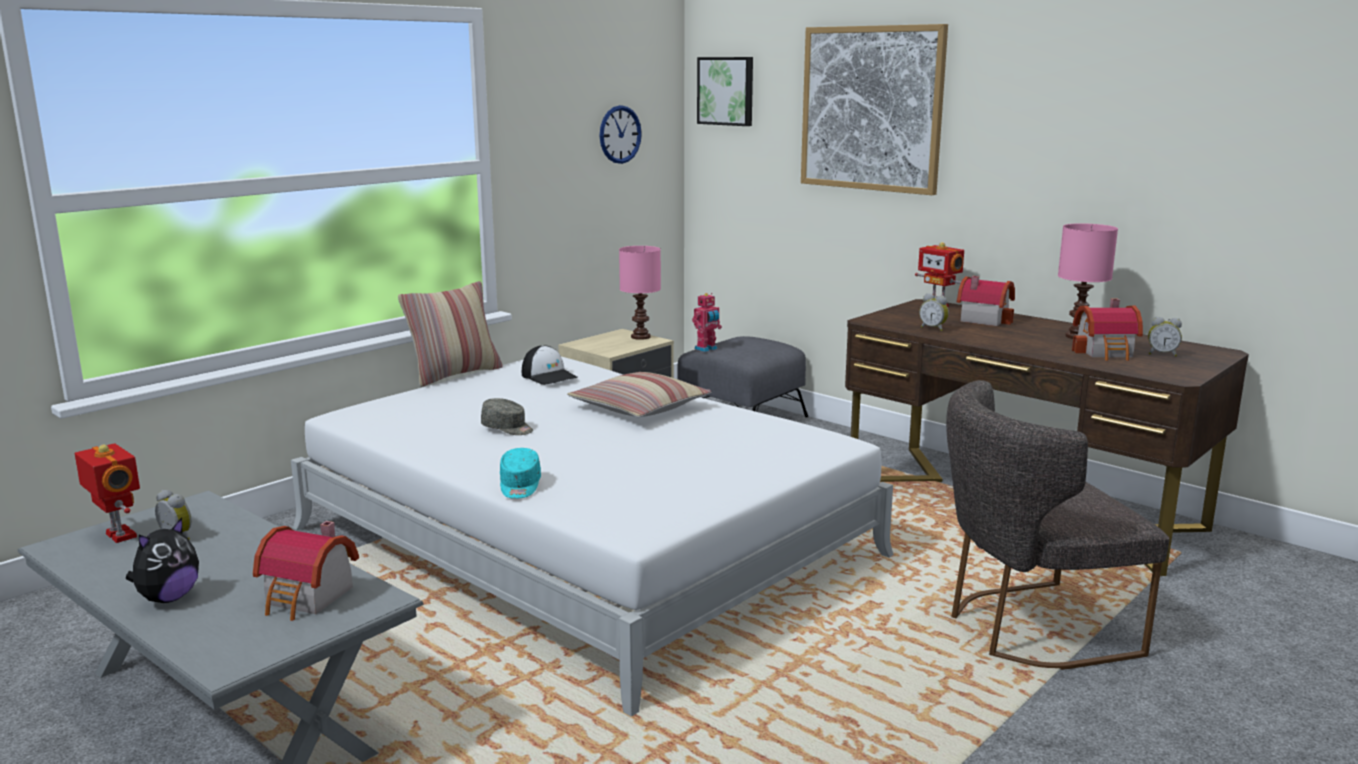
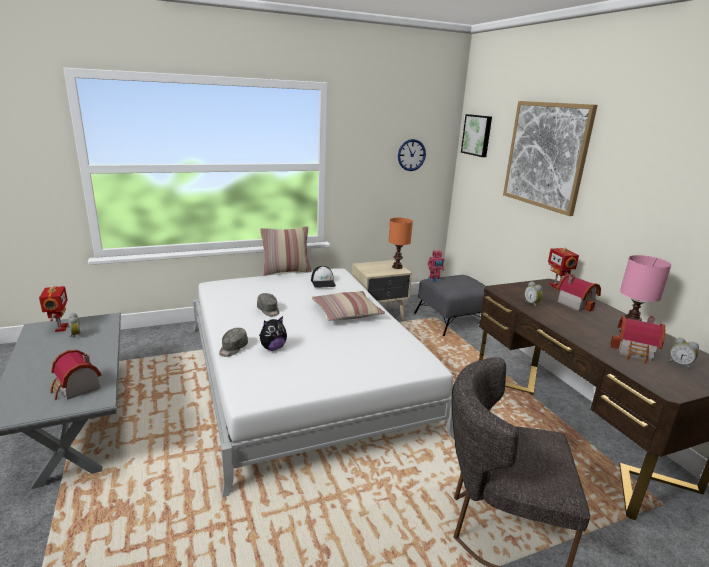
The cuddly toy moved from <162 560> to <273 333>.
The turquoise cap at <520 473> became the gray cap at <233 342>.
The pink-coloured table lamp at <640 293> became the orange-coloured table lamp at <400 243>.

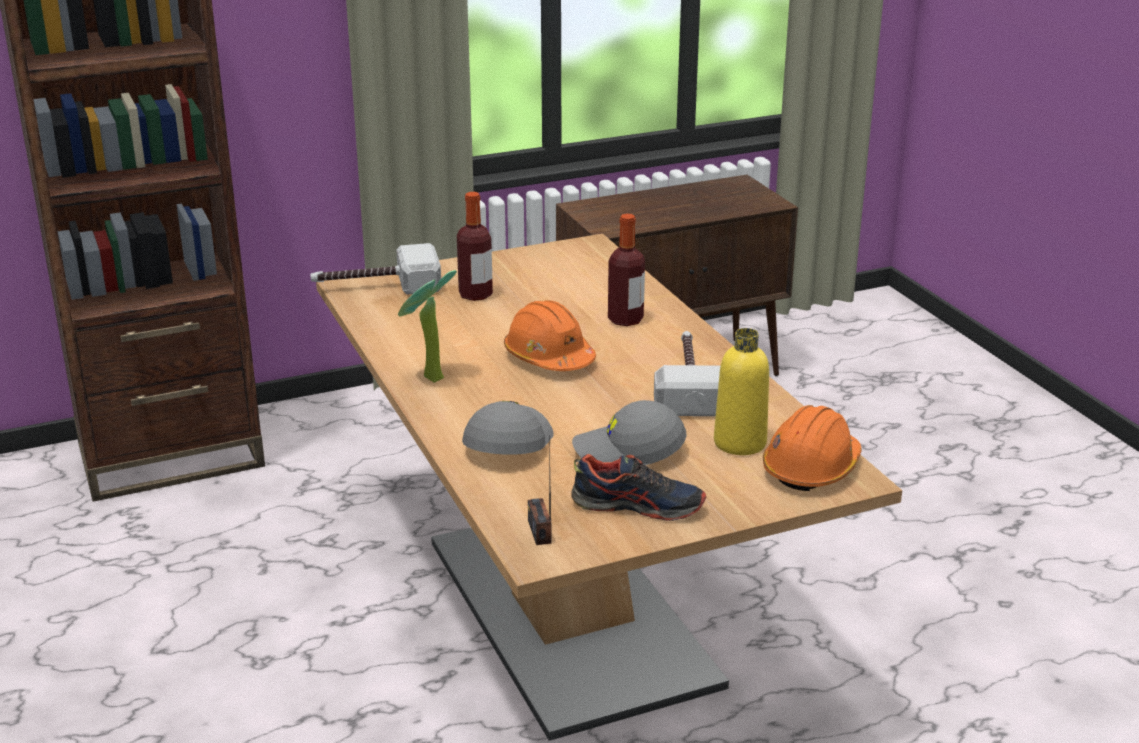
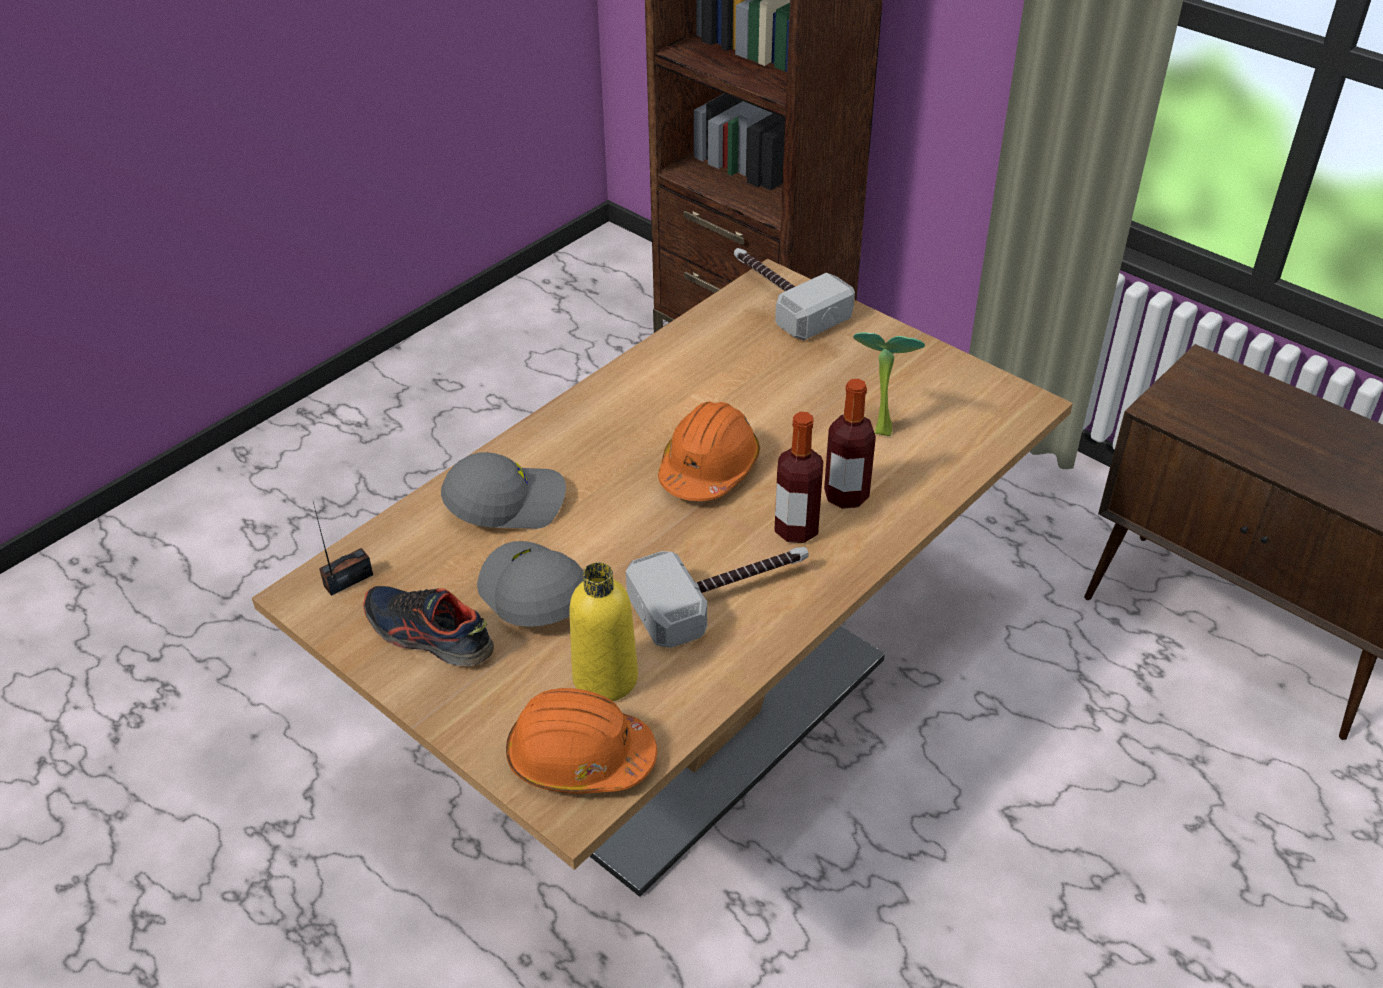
The houseplant moved from <427 326> to <889 384>.
The bottle moved from <475 246> to <798 477>.
The low shoe at <638 487> turned 135 degrees clockwise.

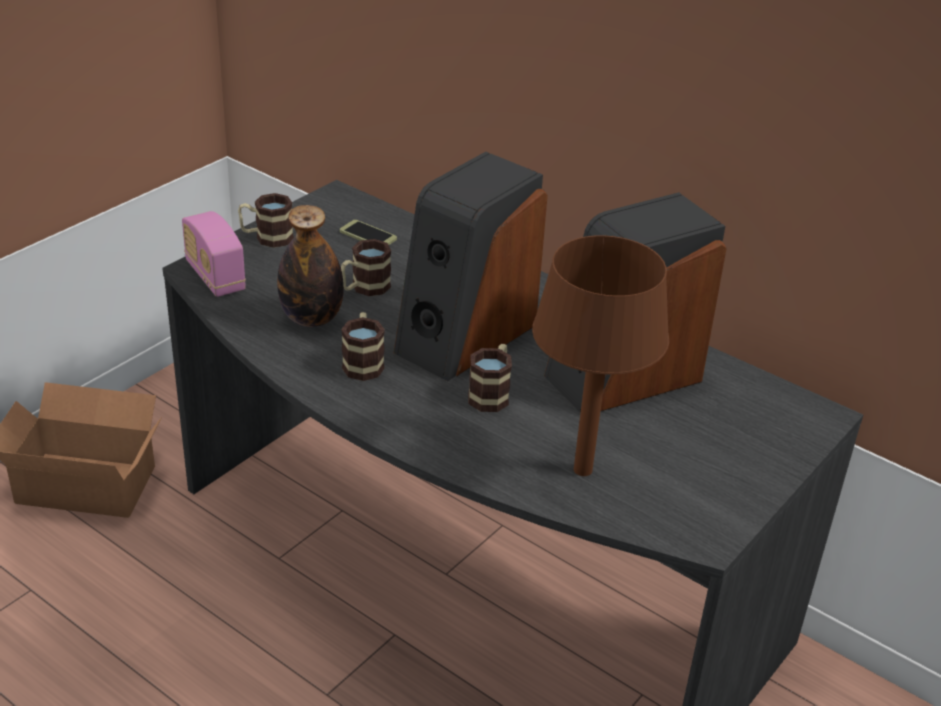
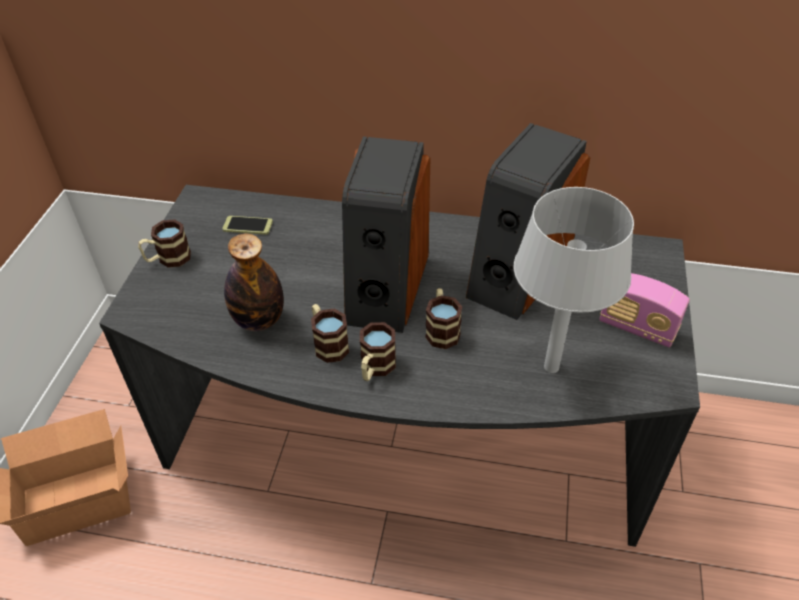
The radio moved from <214 254> to <644 310>.
The mug moved from <366 267> to <378 351>.
The brownish table lamp at <600 355> became the gray table lamp at <574 280>.

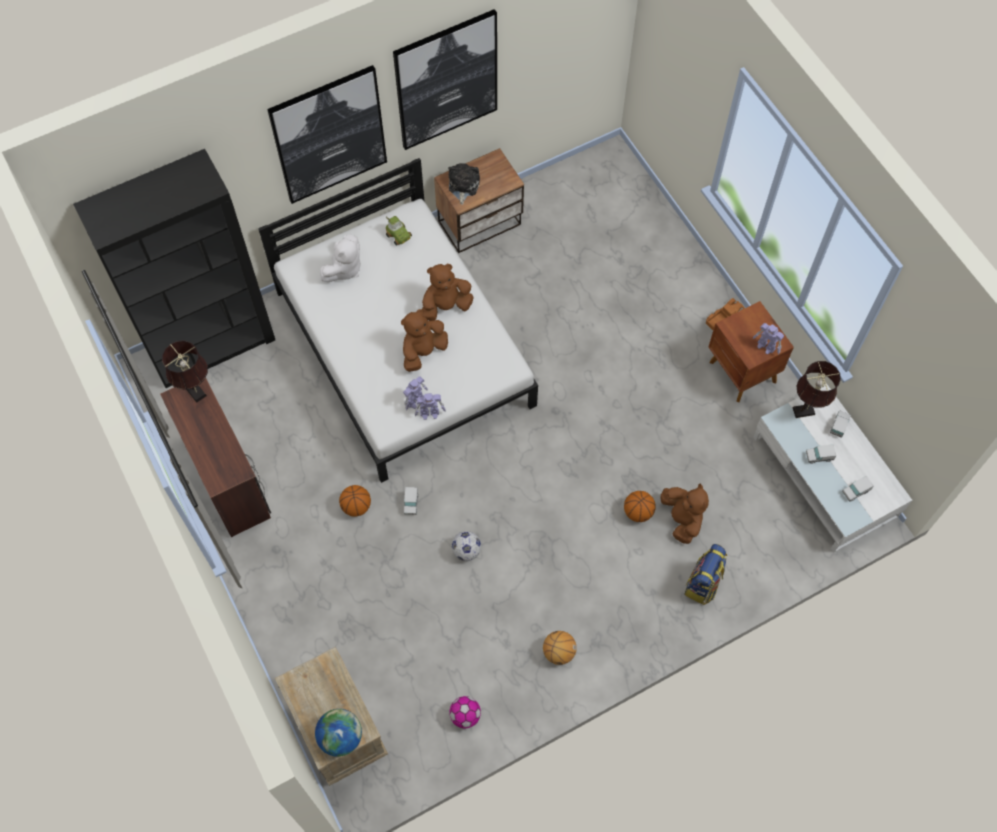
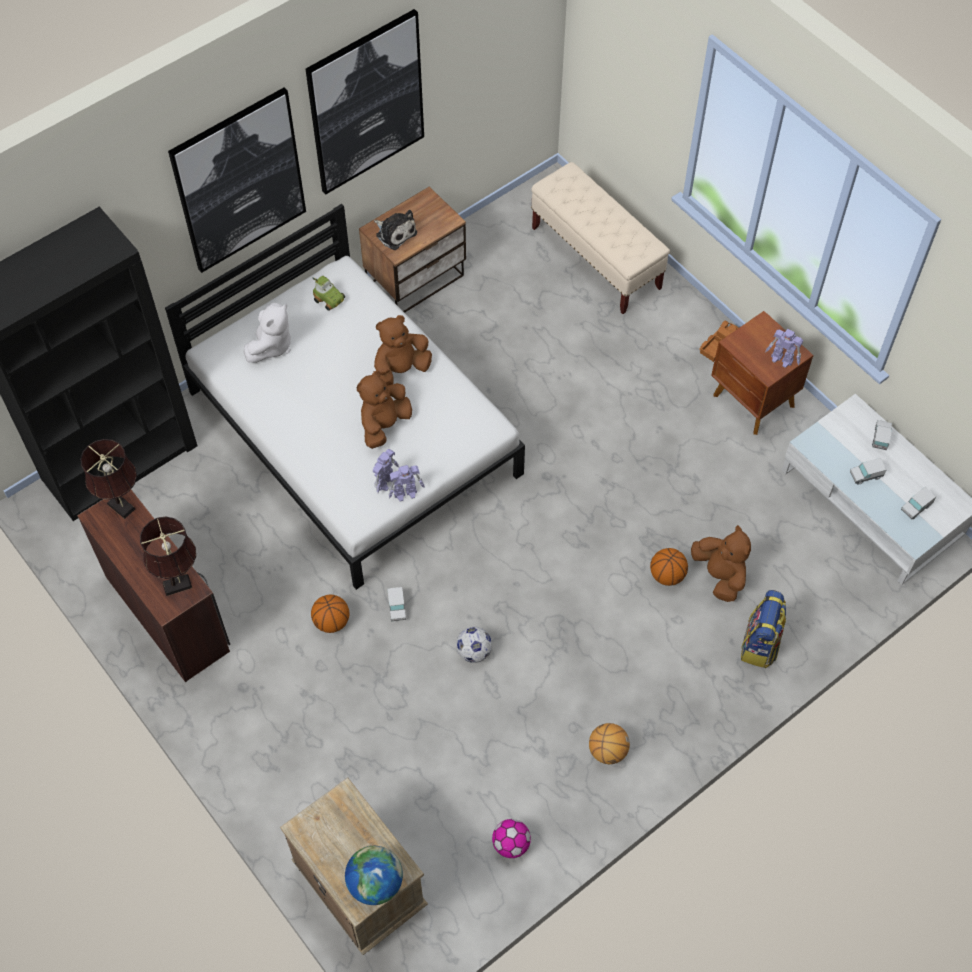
The sand-coloured indoor bench at <600 238> appeared.
The brownish table lamp moved from <817 389> to <168 556>.
The cuddly toy at <464 184> turned 135 degrees clockwise.

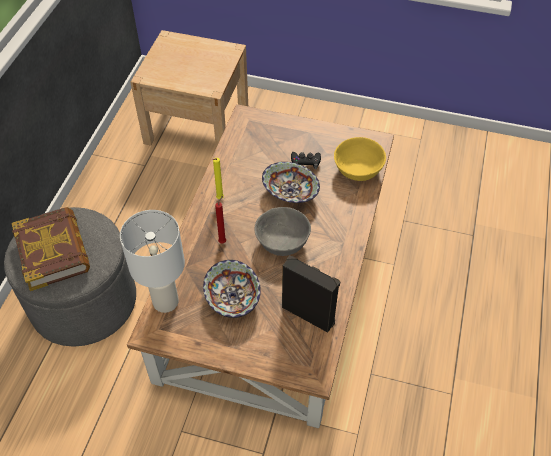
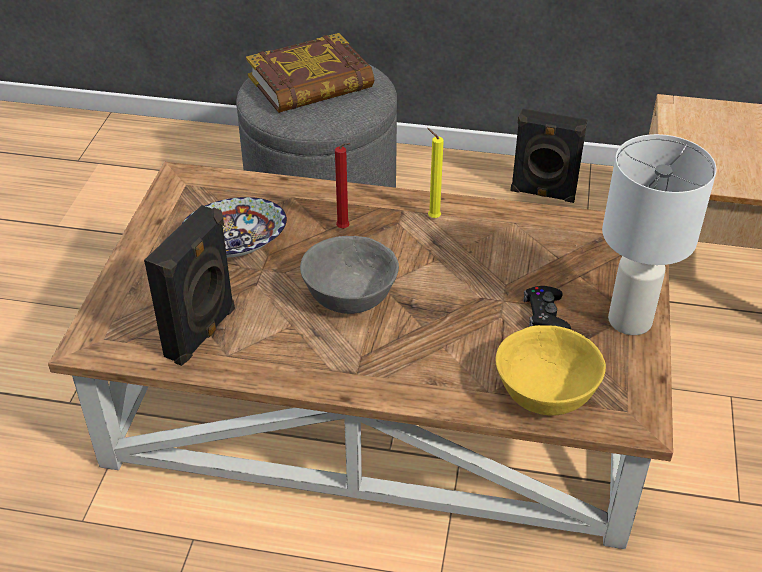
The deep dish at <291 182> disappeared.
The blackish loudspeaker at <549 155> appeared.
The white table lamp moved from <152 261> to <659 234>.

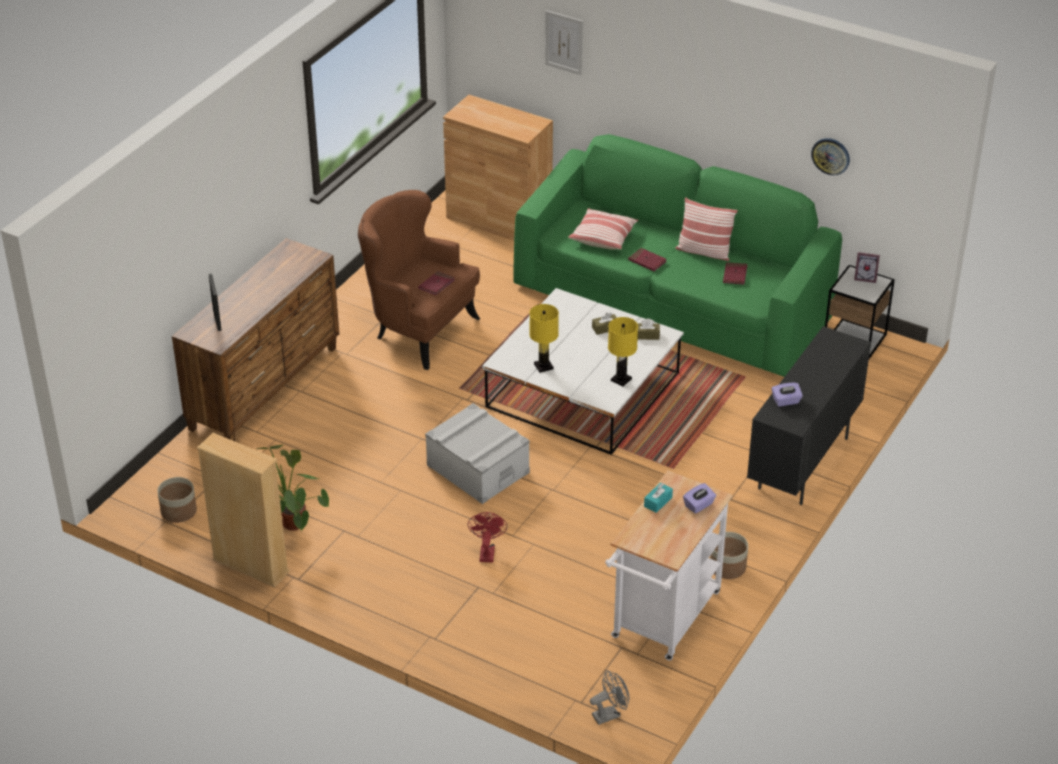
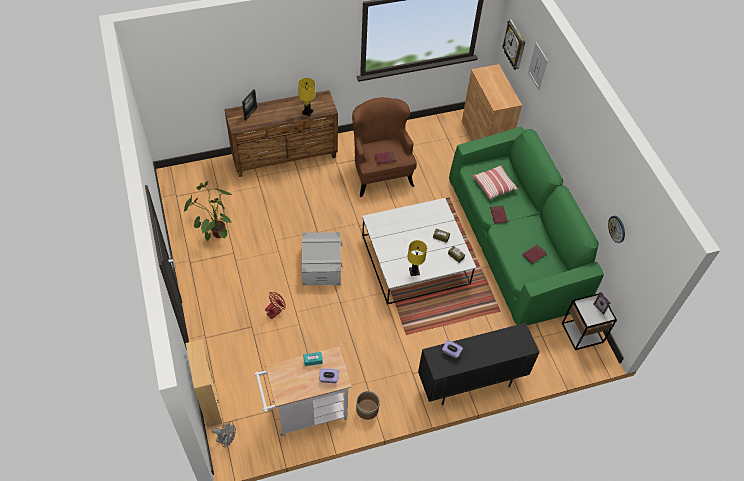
The plant pot at <177 500> disappeared.
The pillow at <706 229> disappeared.
The clock on the wall at <513 44> appeared.
The sand-coloured bookcase moved from <243 510> to <205 384>.
The yellow table lamp moved from <544 338> to <306 97>.

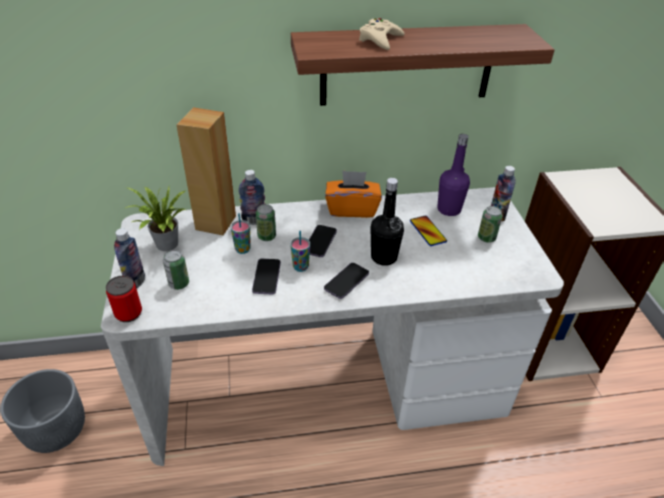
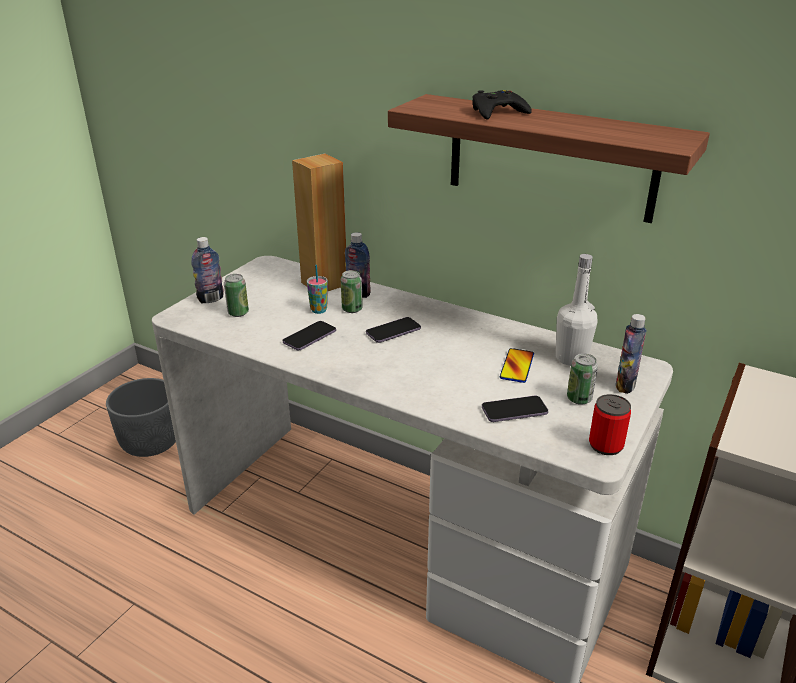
The houseplant at <155 219> disappeared.
The cup at <300 251> disappeared.
The orange-coloured tissue holder at <353 194> disappeared.
The blackish bottle at <387 222> disappeared.
The metal can moved from <124 299> to <610 424>.
The phone moved from <346 281> to <515 409>.
The sand-coloured joypad at <382 34> became the blackish joypad at <502 104>.
The purple-coloured bottle at <453 175> became the white bottle at <577 310>.

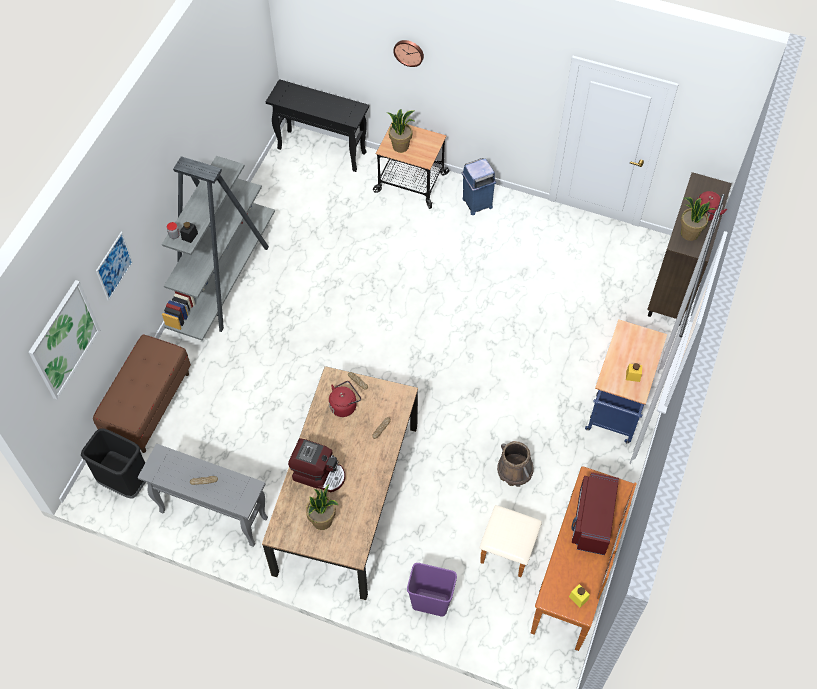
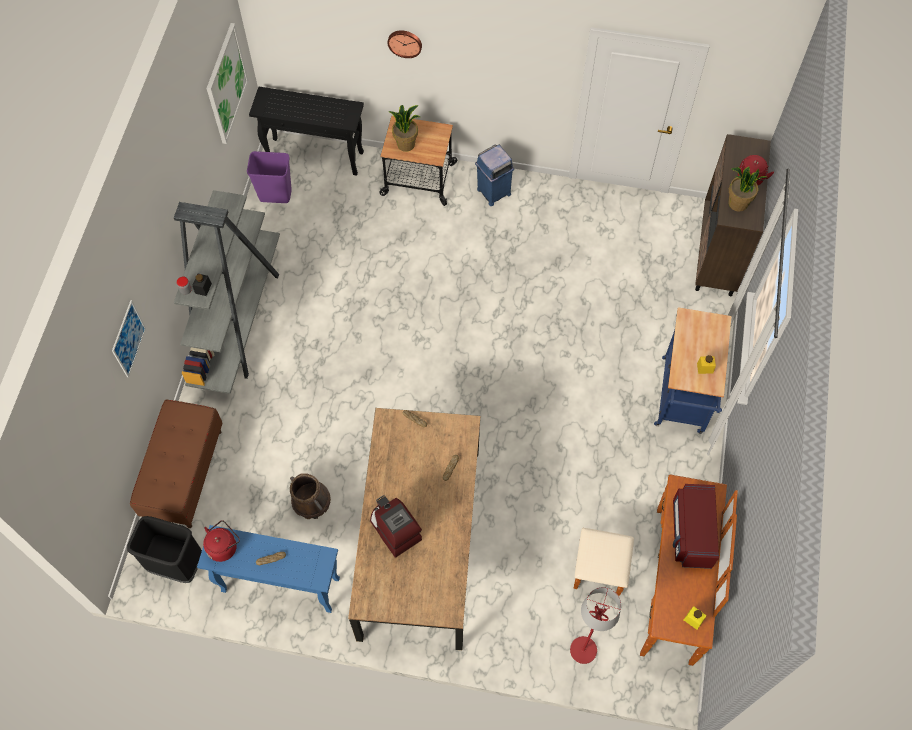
The houseplant at <322 507> disappeared.
The reddish standing lamp at <595 625> appeared.
The wall art moved from <64 339> to <228 83>.
The reddish water kettle moved from <345 399> to <221 541>.
The purple-coloured waste bin moved from <432 589> to <269 177>.
The brownish bucket moved from <515 464> to <310 496>.
The gray console table at <202 495> became the blue-coloured console table at <268 569>.
The coffee brewer at <316 465> turned 135 degrees counterclockwise.

